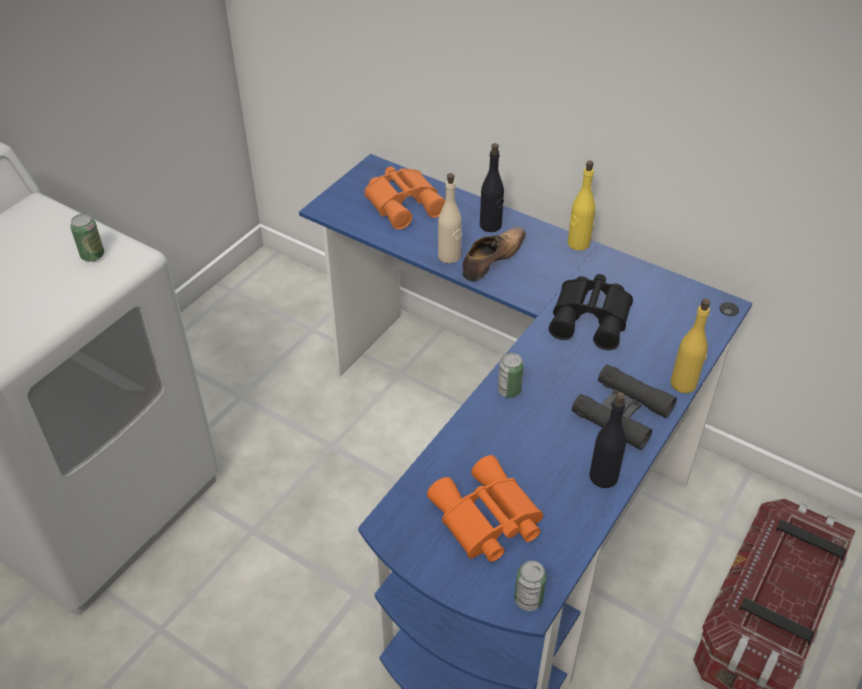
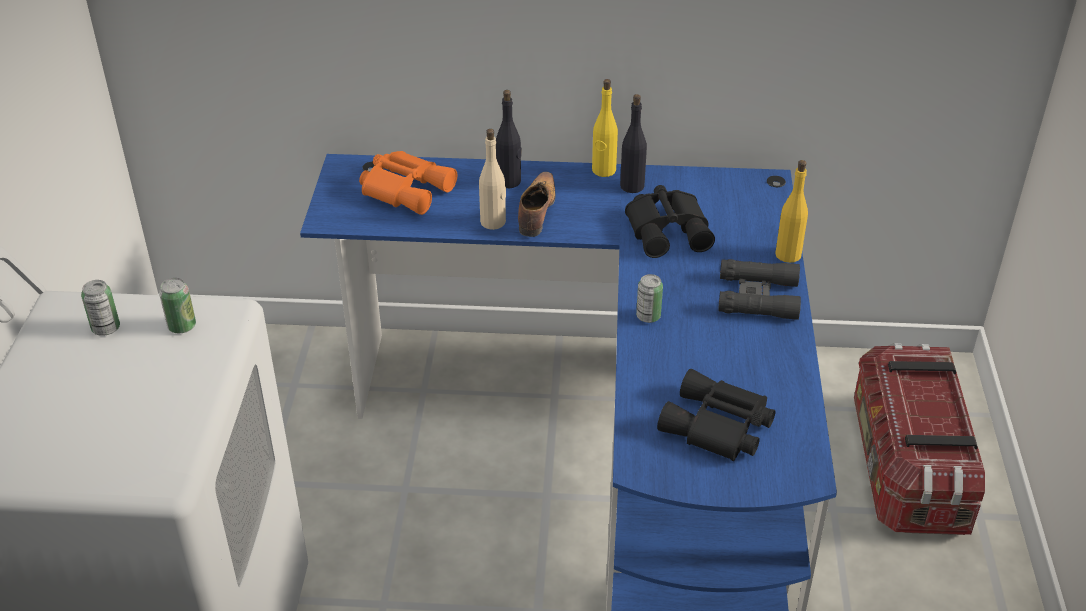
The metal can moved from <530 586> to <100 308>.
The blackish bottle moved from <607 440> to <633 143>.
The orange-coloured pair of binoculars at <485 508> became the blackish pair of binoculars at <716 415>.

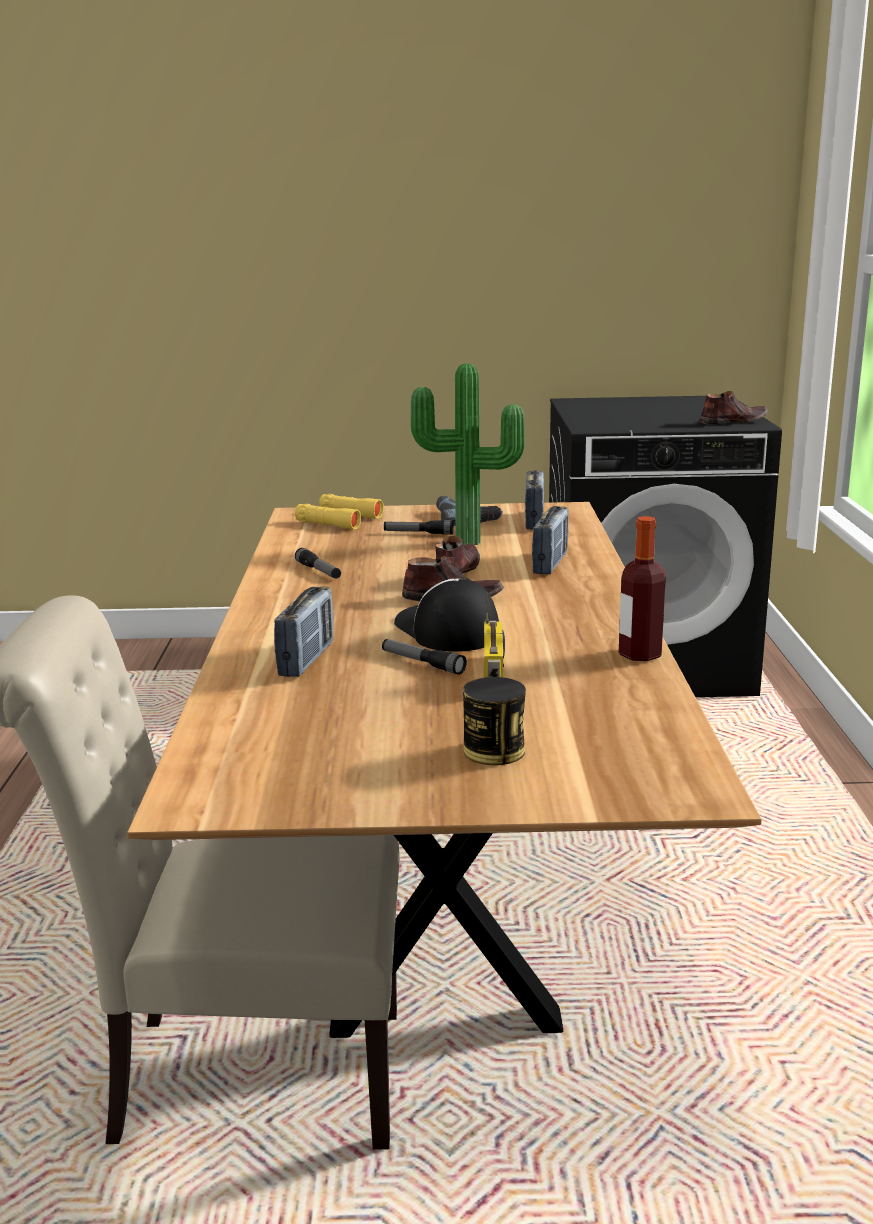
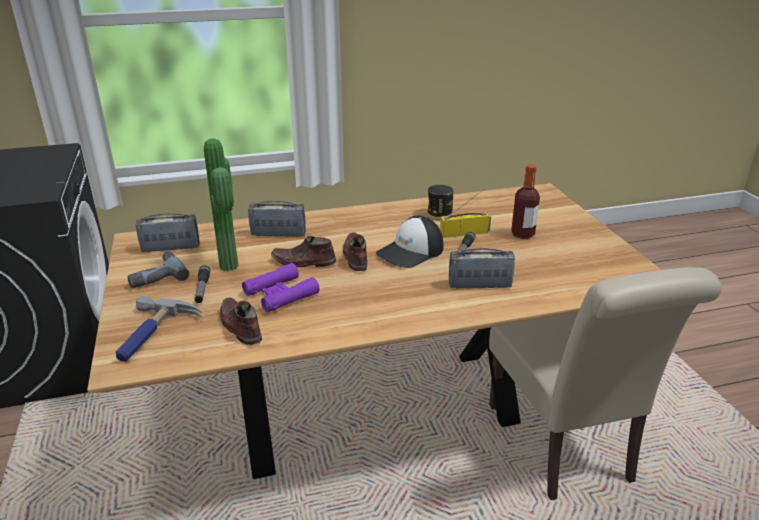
The torch at <318 563> disappeared.
The purple-coloured pair of binoculars at <281 287> appeared.
The metal can moved from <494 721> to <440 203>.
The bottle moved from <642 588> to <525 202>.
The brownish low shoe moved from <734 408> to <241 321>.
The yellow pair of binoculars at <339 512> was replaced by the hammer at <159 329>.

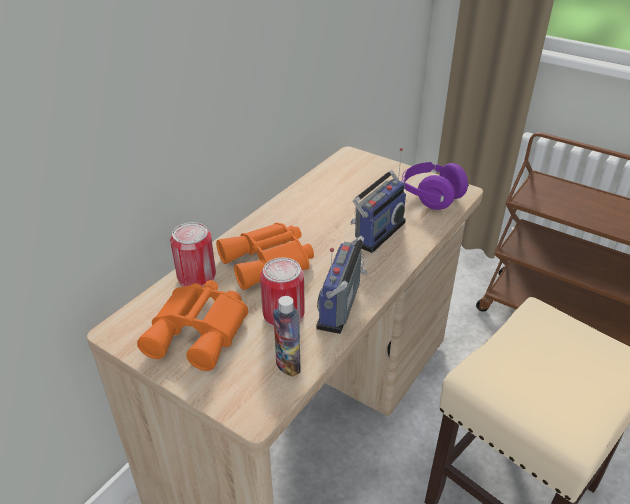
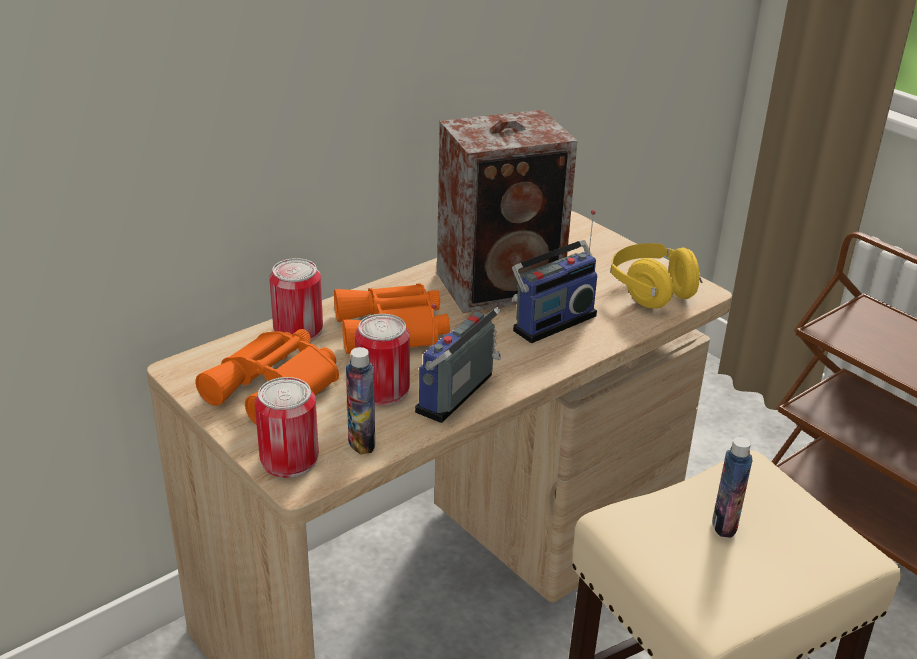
The metal can at <287 427> appeared.
The loudspeaker at <507 211> appeared.
The bottle at <732 487> appeared.
The purple-coloured pair of headphones at <435 186> became the yellow pair of headphones at <656 276>.

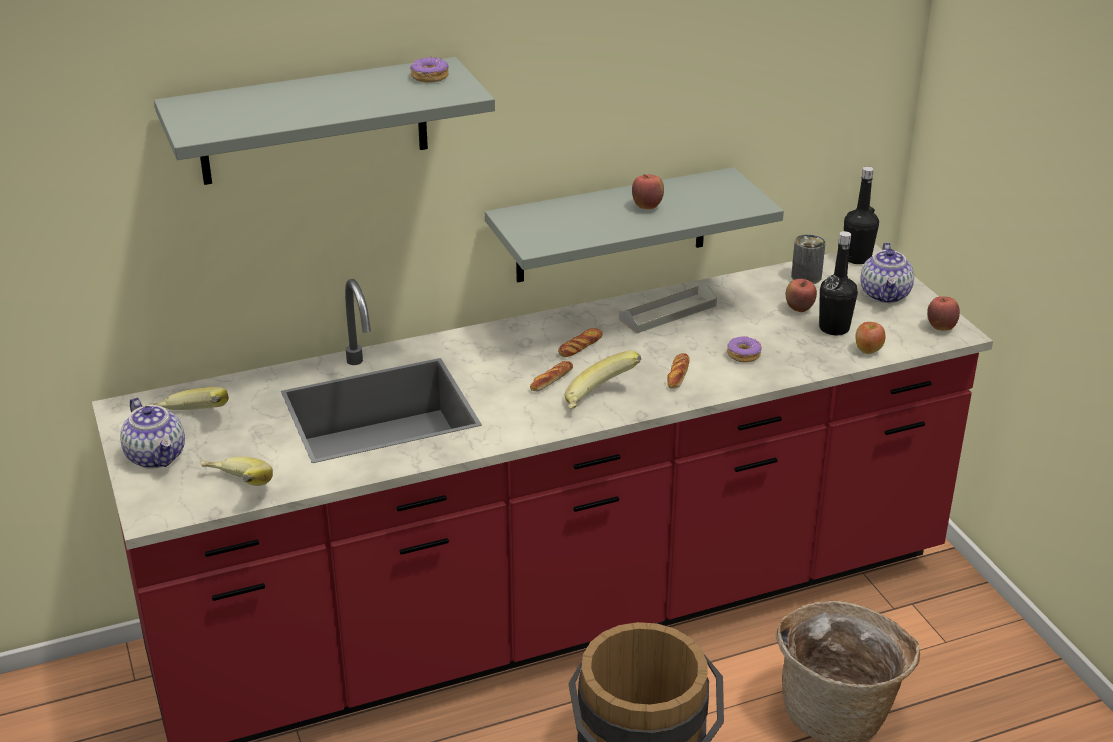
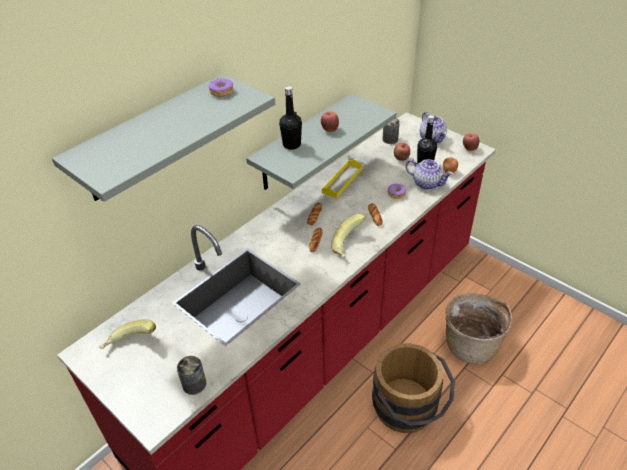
The teapot moved from <152 433> to <429 174>.
The blackish bottle moved from <861 215> to <290 118>.
The banana at <237 471> was replaced by the metal can at <191 375>.
The gray carrying tray at <668 309> became the yellow carrying tray at <342 179>.

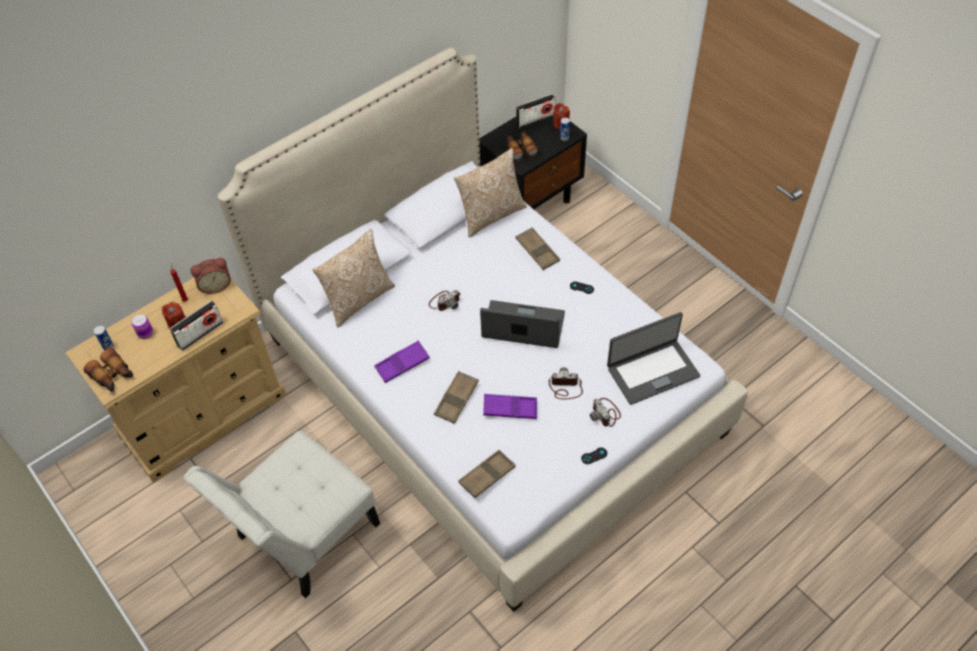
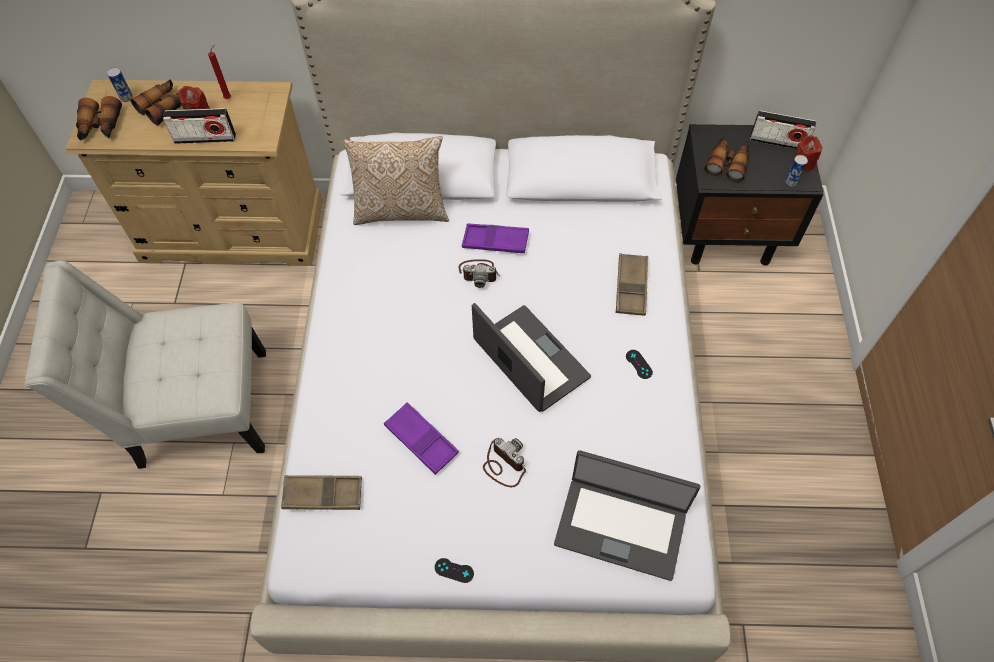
The alarm clock at <210 276> disappeared.
The brownish carrying tray at <456 397> disappeared.
The pillow at <490 193> disappeared.
The still camera at <605 412> disappeared.
The purple-coloured carrying tray moved from <402 362> to <495 238>.
The metal can at <142 326> was replaced by the pair of binoculars at <155 102>.

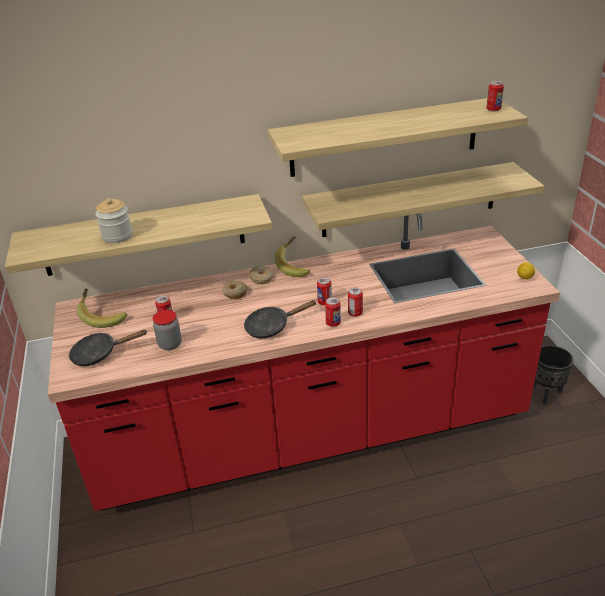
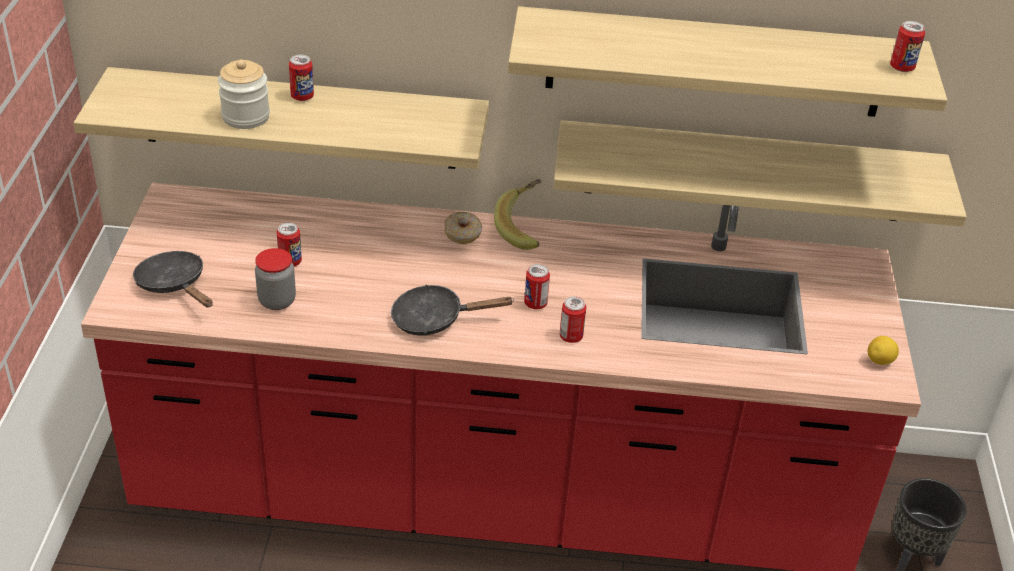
The banana at <101 308> disappeared.
The doughnut at <234 290> disappeared.
The metal can moved from <333 312> to <301 78>.
The blackish skillet at <108 348> turned 45 degrees clockwise.

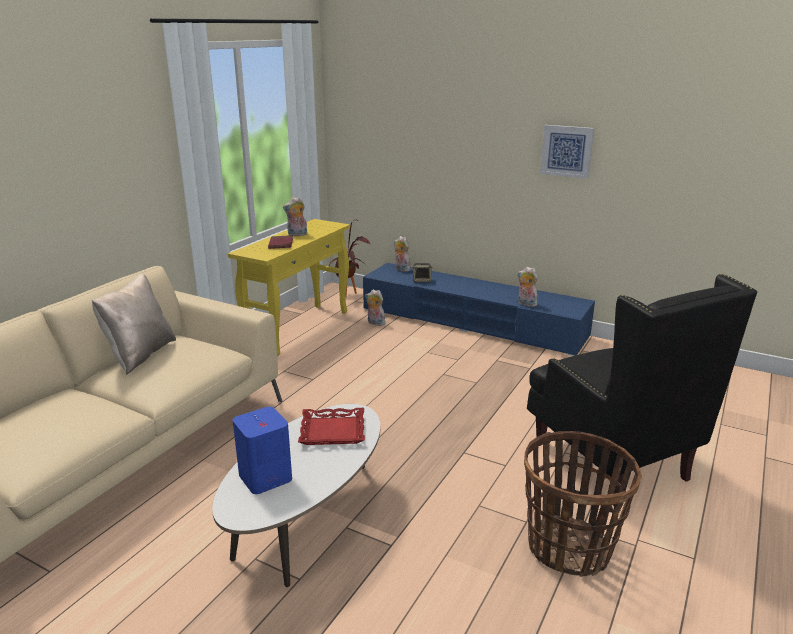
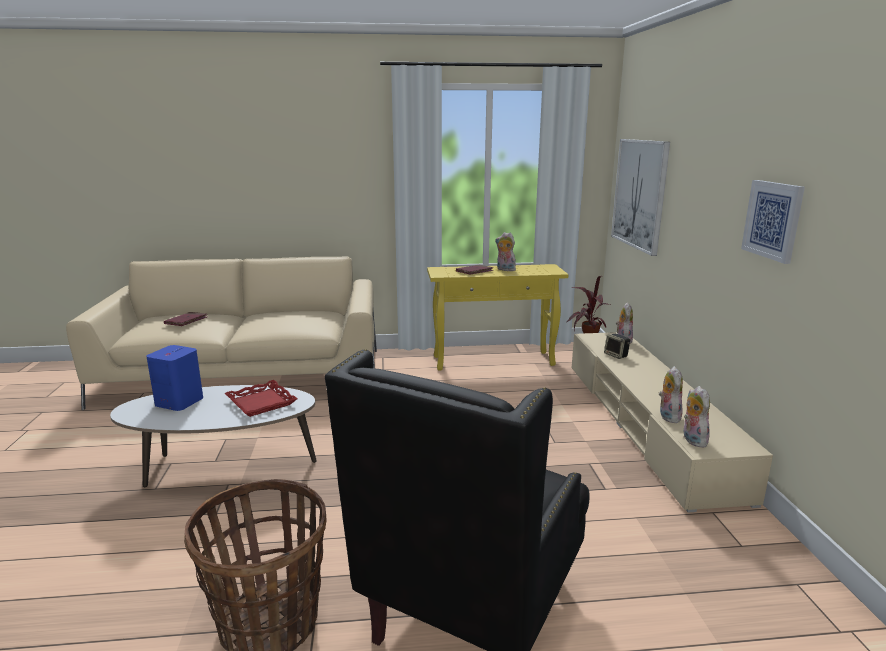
The sand-coloured pillow at <134 324> disappeared.
The reddish bound book at <186 319> appeared.
The wall art at <640 197> appeared.
The cuddly toy moved from <375 307> to <697 416>.
The blue-coloured tv stand at <479 309> became the sand-coloured tv stand at <672 422>.

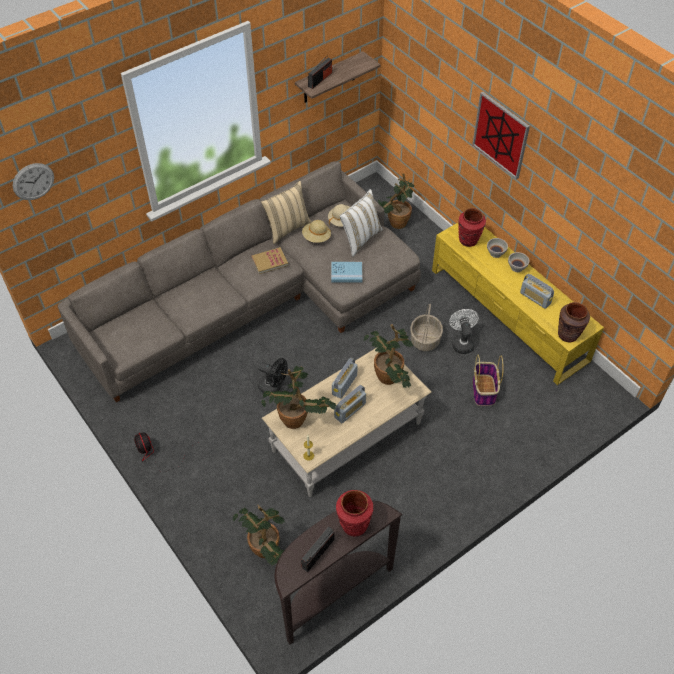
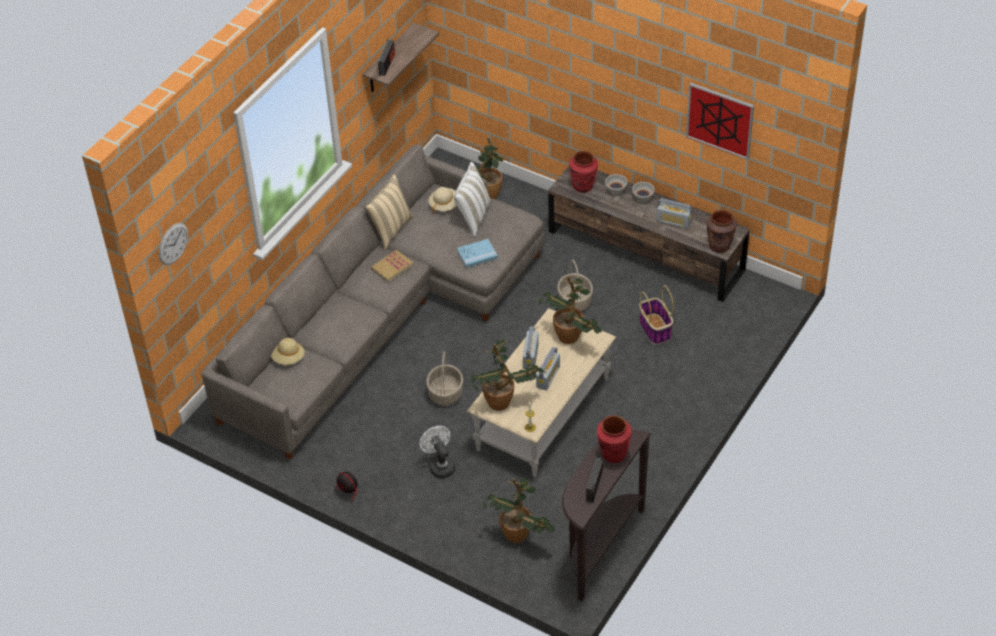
The sand-coloured hat moved from <316 231> to <288 351>.
The white electric fan moved from <464 331> to <437 452>.
The wall art moved from <501 135> to <720 121>.
The blackish electric fan at <273 375> was replaced by the storage basket at <444 378>.
The yellow tv stand at <518 304> became the brownish tv stand at <649 234>.

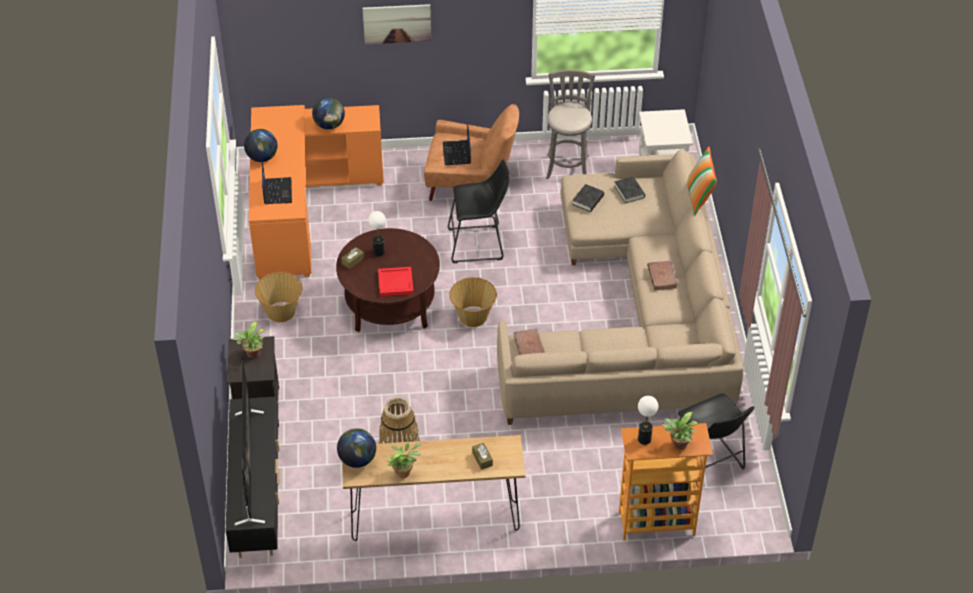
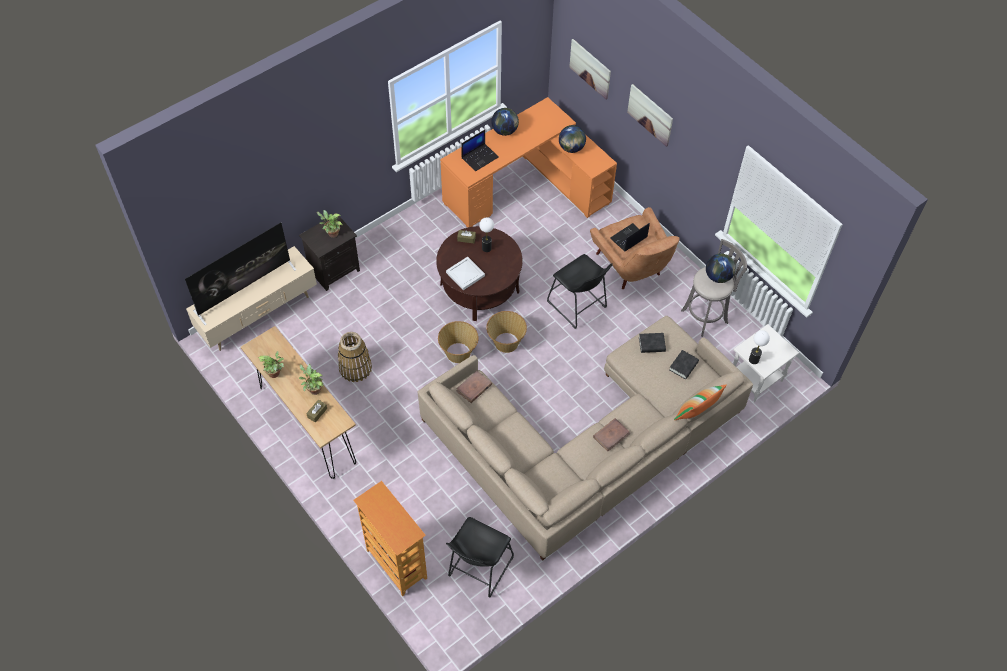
The wall art at <590 69> appeared.
The storage basket moved from <278 297> to <458 342>.
The globe moved from <356 448> to <721 268>.
The table lamp moved from <648 420> to <759 347>.
The houseplant moved from <679 431> to <311 379>.
The blackish tv stand at <252 477> became the sand-coloured tv stand at <251 298>.
The reddish carrying tray at <396 281> became the white carrying tray at <465 273>.

